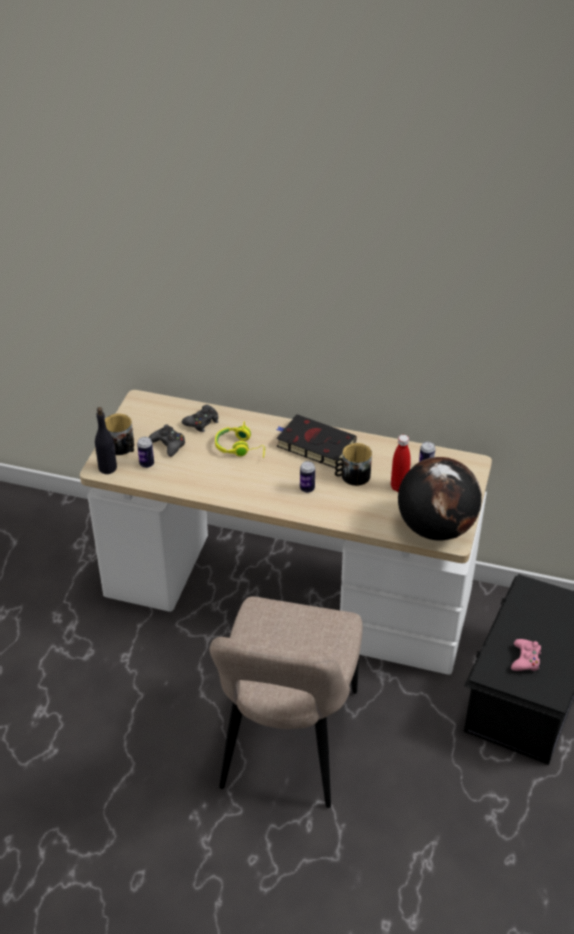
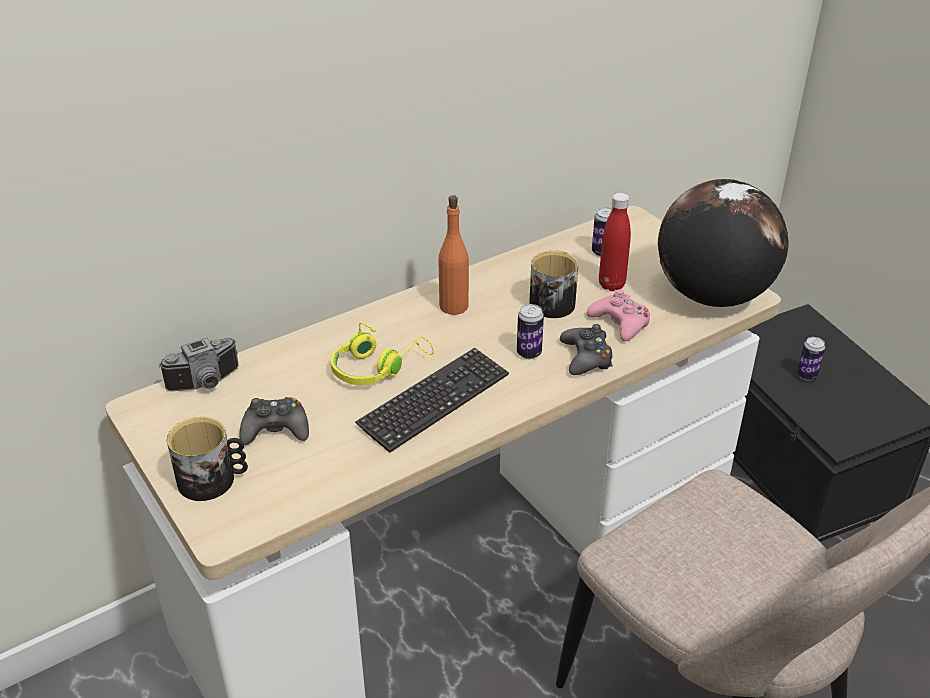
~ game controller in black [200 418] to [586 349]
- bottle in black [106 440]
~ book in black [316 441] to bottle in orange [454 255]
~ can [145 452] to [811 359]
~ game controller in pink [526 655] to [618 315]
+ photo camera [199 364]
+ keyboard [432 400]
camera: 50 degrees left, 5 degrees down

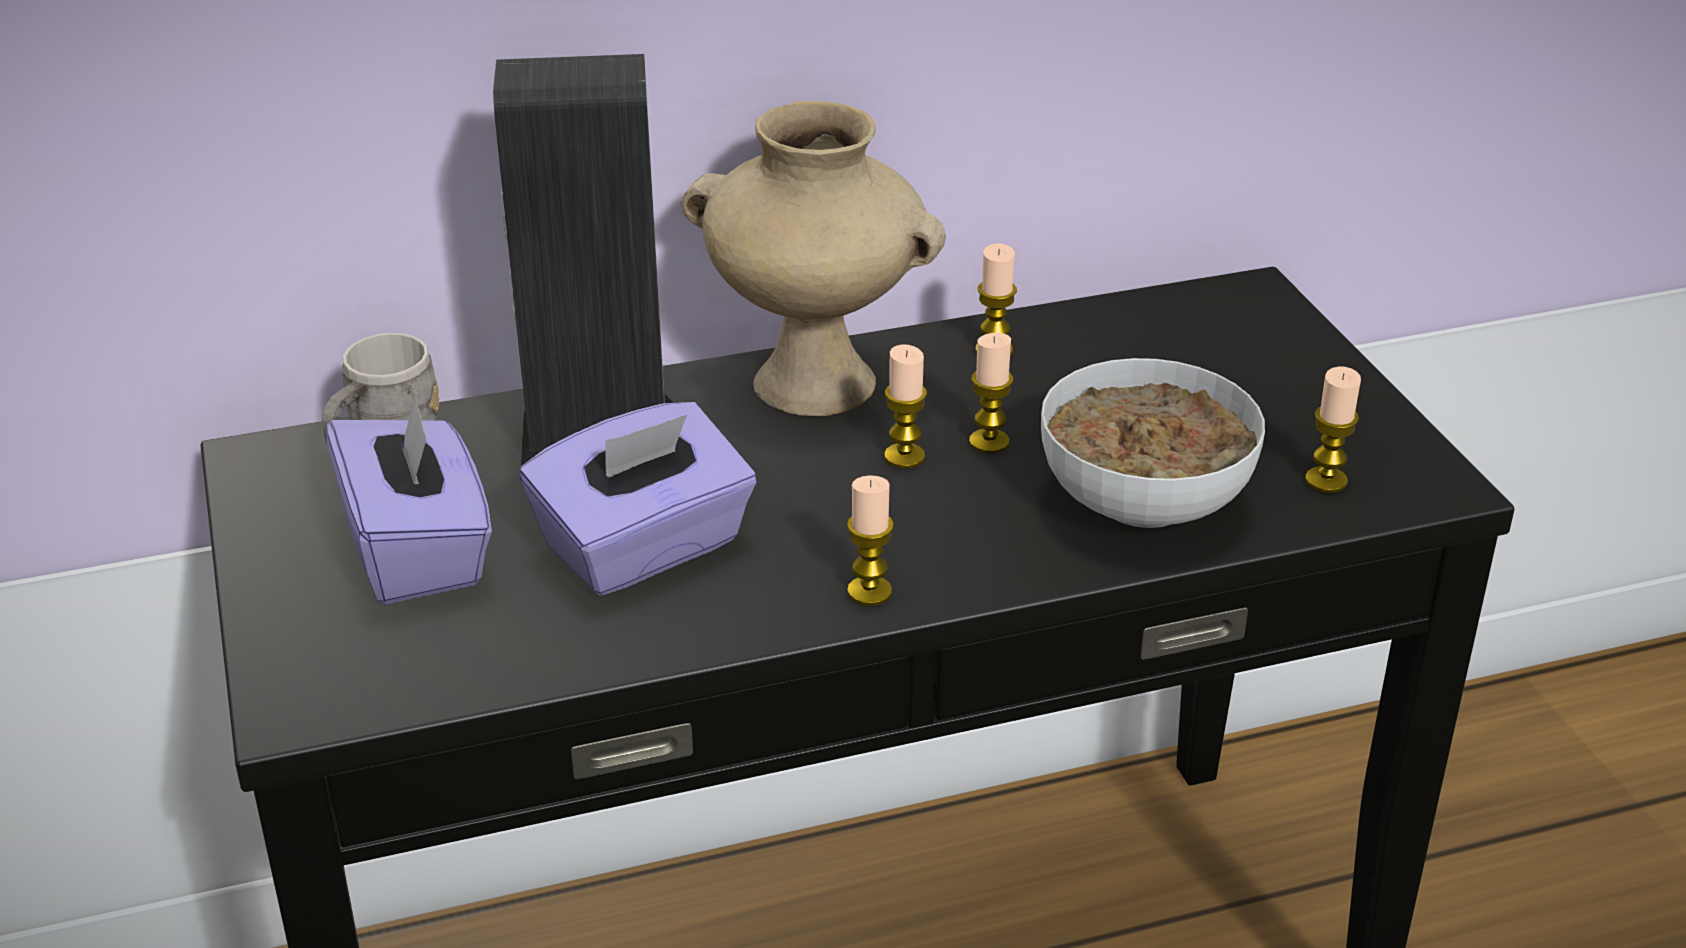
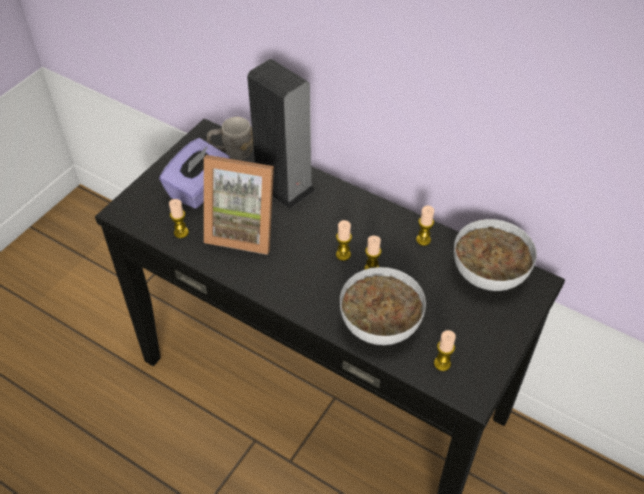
- vase in beige [813 258]
~ tissue box in purple [638 499] to picture frame [239 205]
~ candle [870 540] to [179 218]
+ bowl [495 255]
camera: 50 degrees right, 15 degrees up

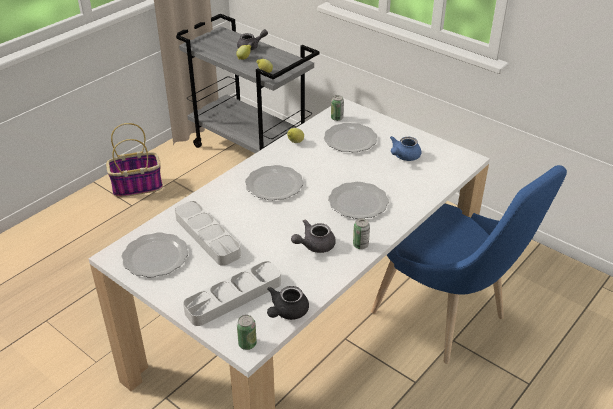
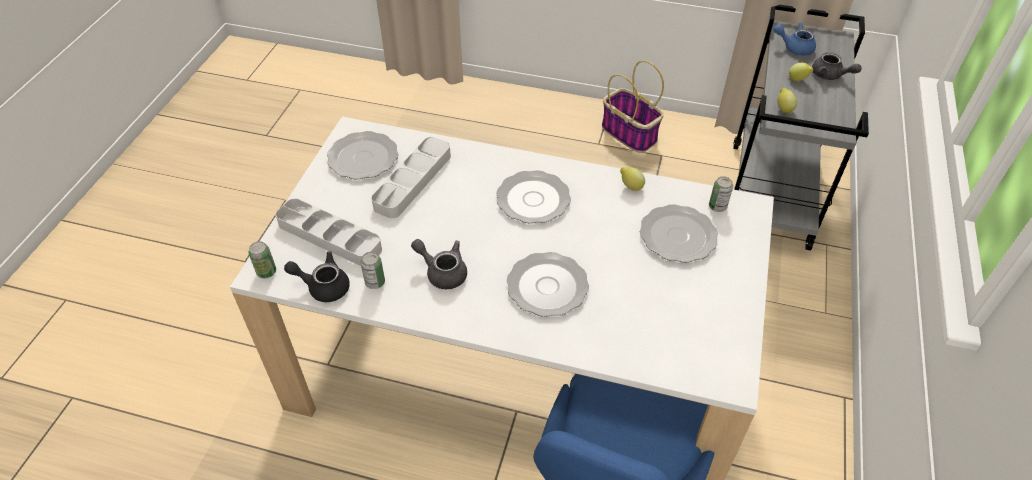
~ teapot in blue [405 148] to [794 39]
~ can [361 233] to [372 270]
camera: 65 degrees right, 10 degrees up

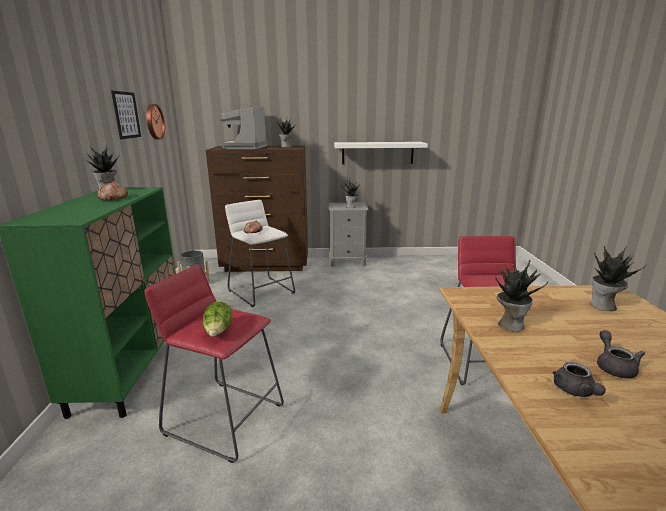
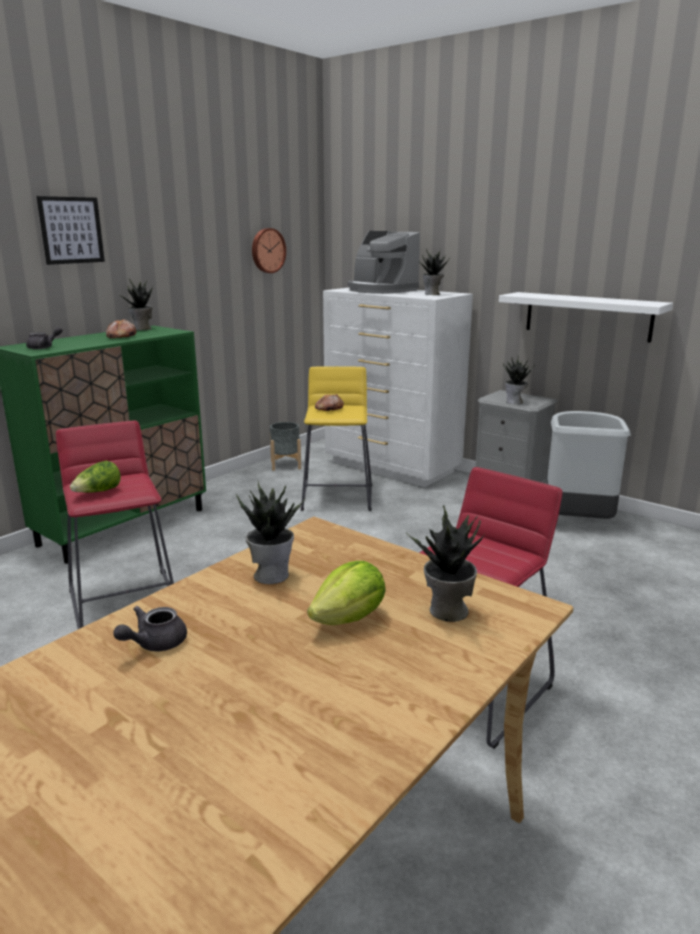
~ picture [126 115] to [70 230]
~ coffee machine [244 127] = [384 262] 90 degrees counterclockwise
~ dresser in brown [257 208] to dresser in white [398 387]
~ stool in white [260 253] to stool in yellow [336 438]
~ teapot in grey [621 354] to [44 338]
+ trash can in grey [589 465]
+ lettuce [346 593]
camera: 40 degrees right, 0 degrees up

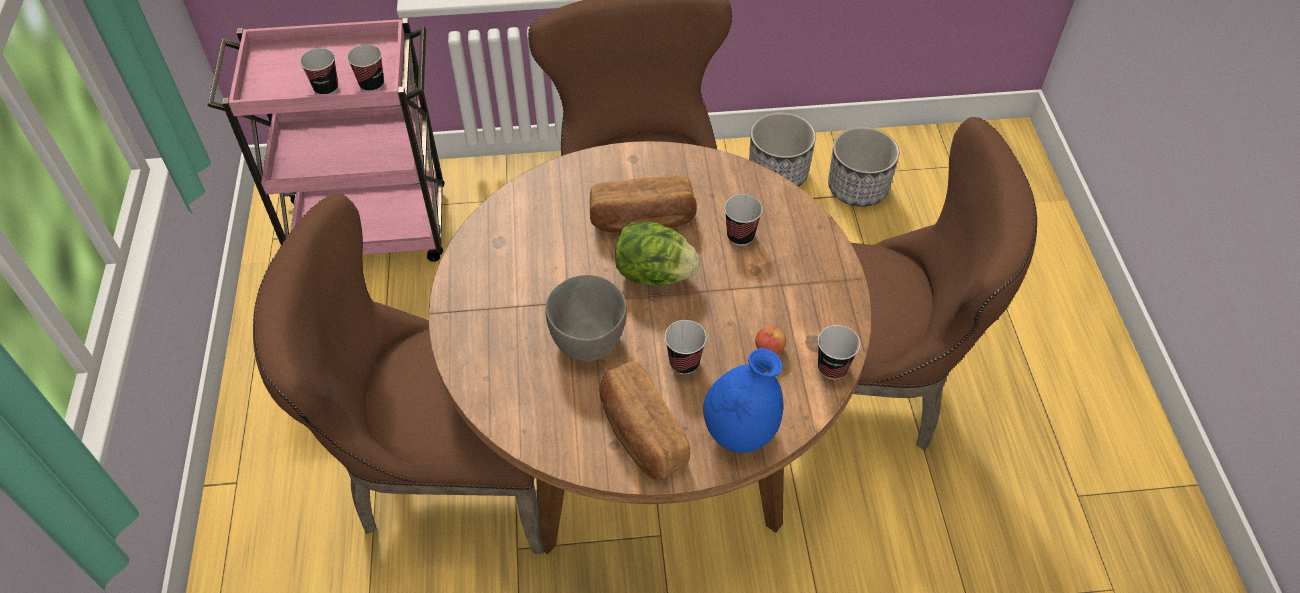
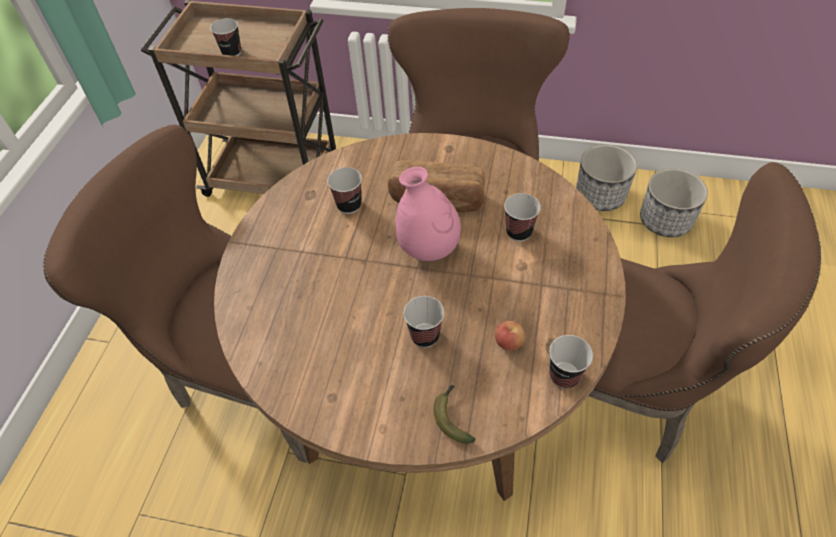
~ cart in pink [325 140] to cart in brown [238 98]
~ cup [365 67] to [344 190]
~ lettuce [657 254] to vase in pink [428 214]
- bowl in grey [586 318]
~ vase in blue [743 400] to banana [454 414]
- bread [645 420]
camera: 20 degrees right, 0 degrees up

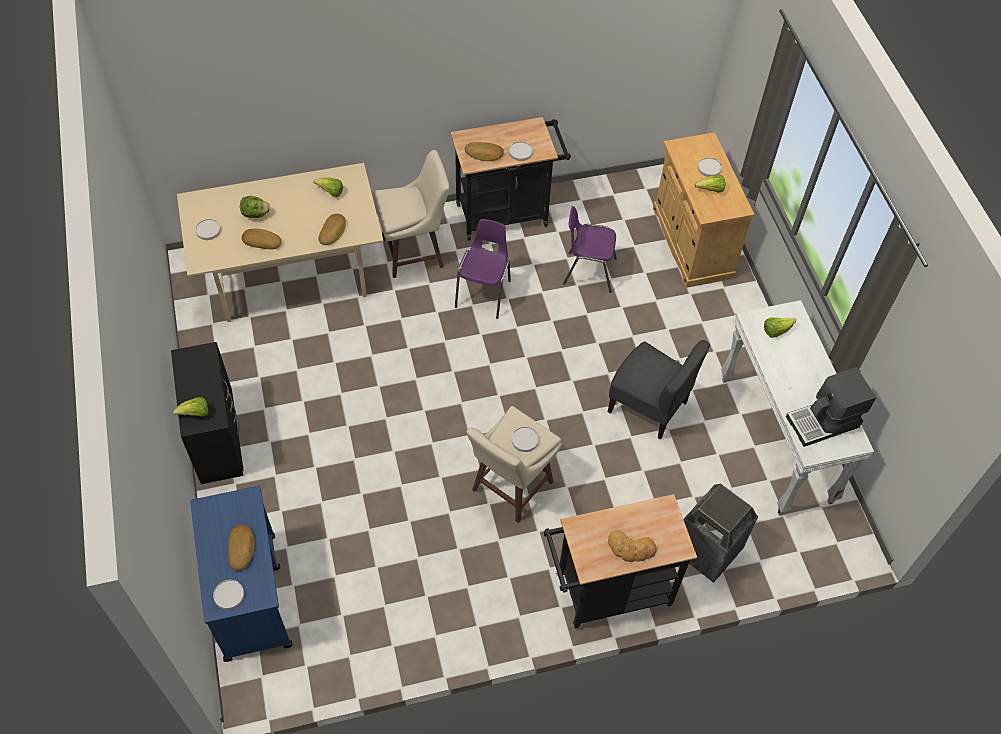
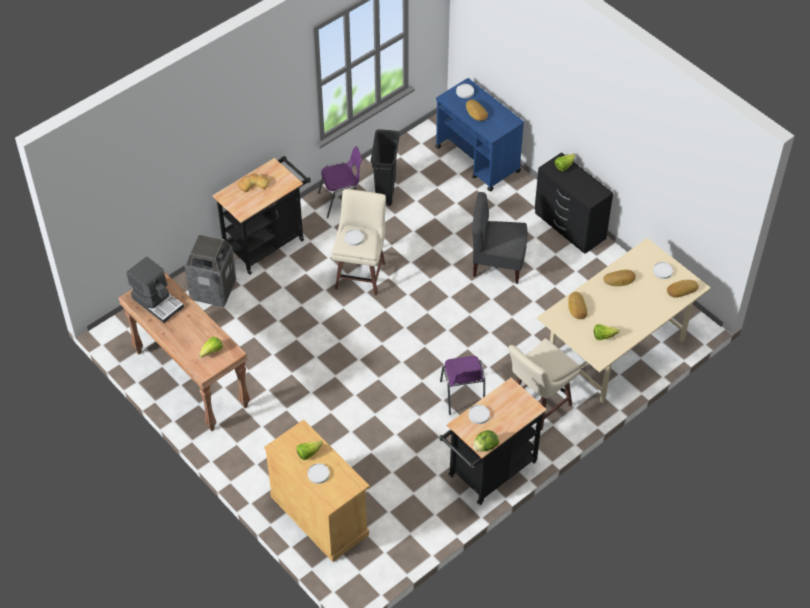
~ bread [484 151] to [683 289]
~ lettuce [255 207] to [486 441]
~ chair in purple [590 249] to [340 182]
~ console table in white [797 408] to console table in brown [184 351]
~ chair in grey [659 389] to [500 238]
~ coffee machine [831 407] = [155 290] 90 degrees clockwise
+ trash can in black [385 168]
camera: 155 degrees right, 5 degrees down

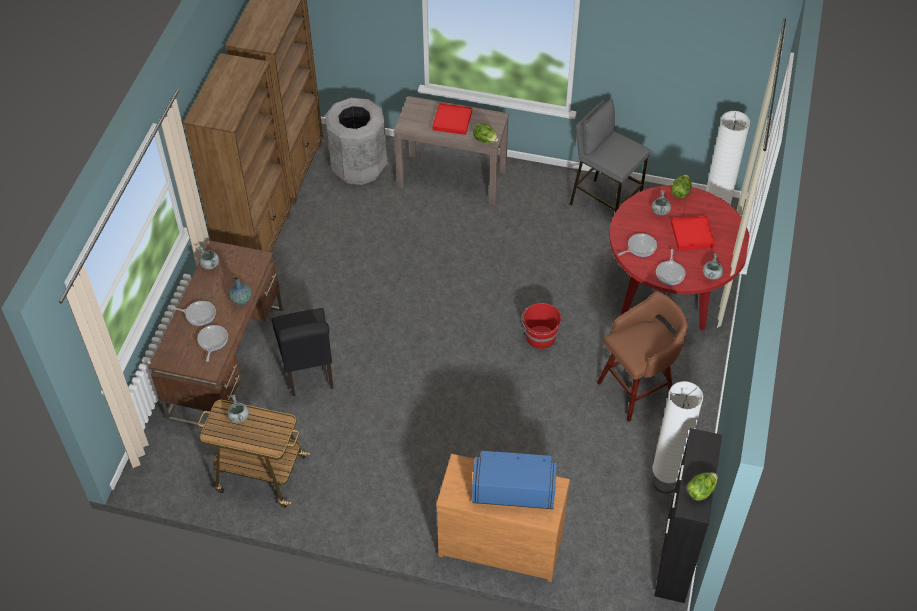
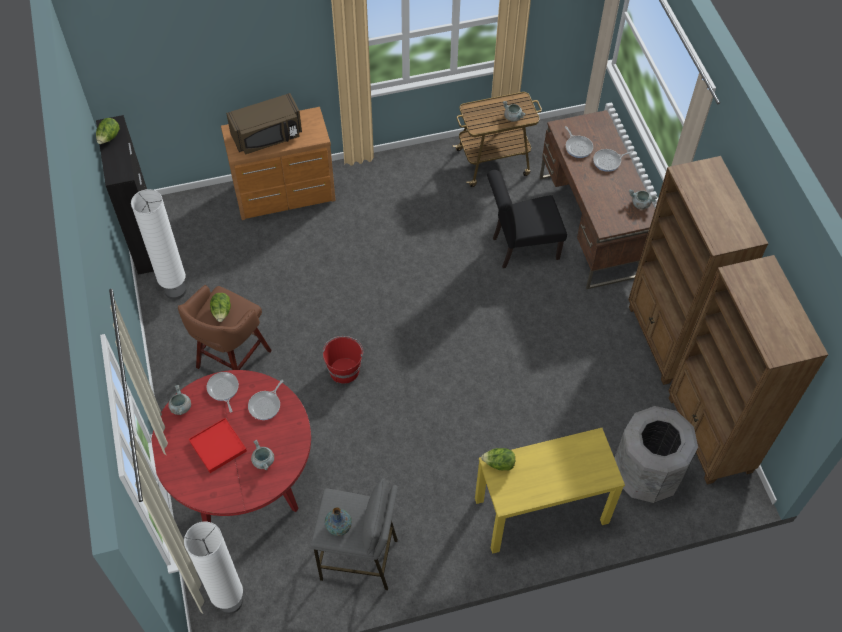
~ console table in brown [451 150] to console table in yellow [550 491]
- tray in red [452 119]
~ lettuce [681 187] to [220 307]
~ vase [240 289] to [338 521]
~ chair in black [303 352] = [527 219] 60 degrees counterclockwise
~ microwave in blue [514 479] to microwave in brown [264 124]
camera: 150 degrees right, 5 degrees up

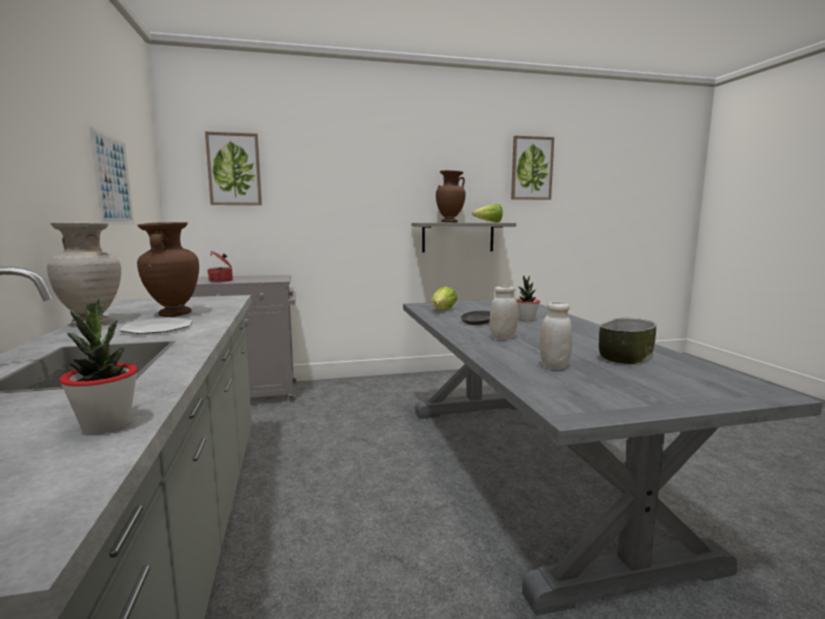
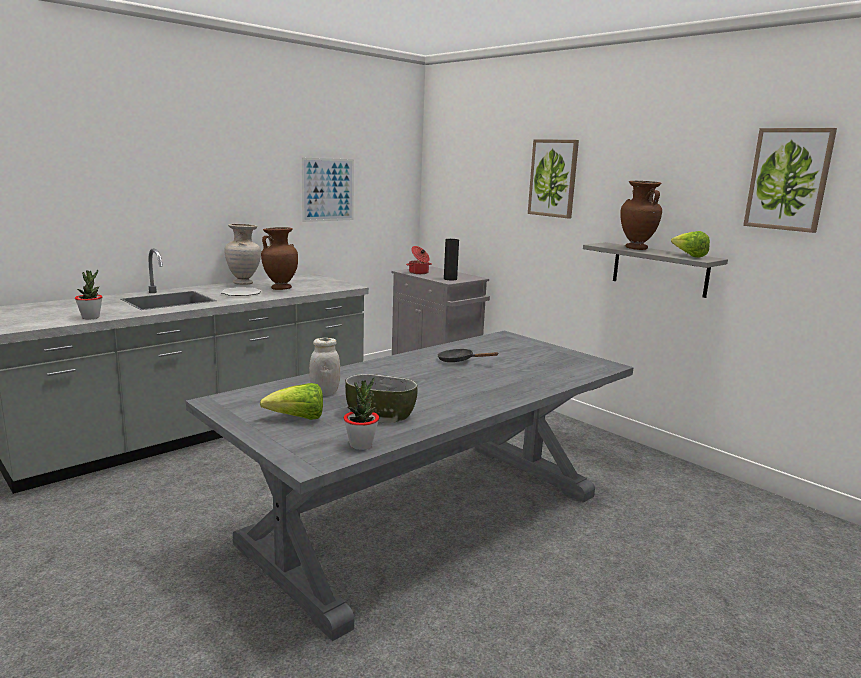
~ picture [233 168] to [553 179]
~ potted plant [528 298] to [361 413]
~ lettuce [444 297] to [291 401]
- jar in white [504 312]
+ vase in black [451 260]
camera: 60 degrees right, 5 degrees up

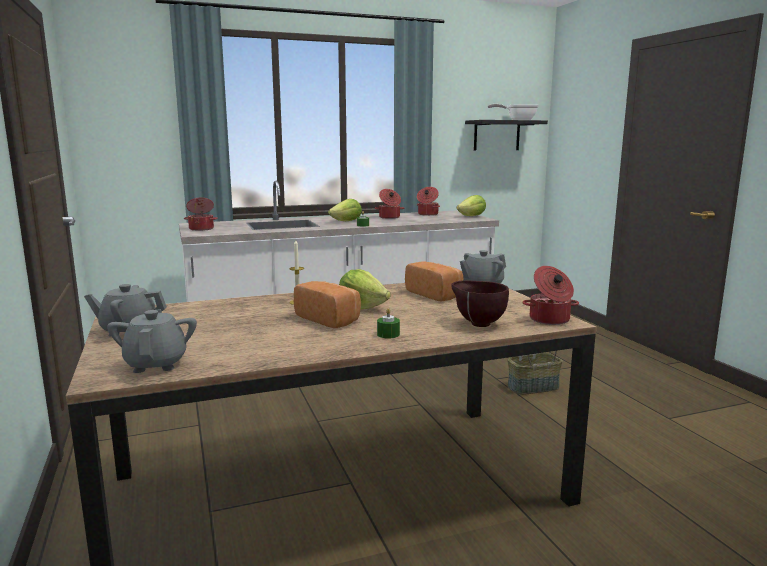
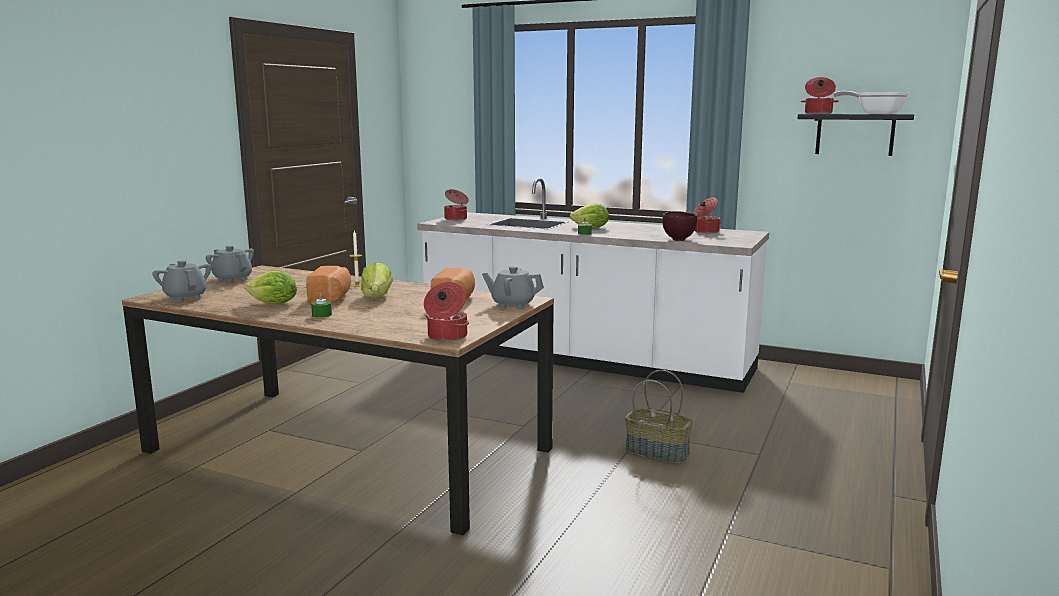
~ cooking pot [389 204] to [820 95]
~ lettuce [471 205] to [270 287]
~ bowl in brown [480 303] to [679 226]
~ teapot in grey [152 341] = [181 281] 75 degrees counterclockwise
camera: 45 degrees right, 0 degrees up

